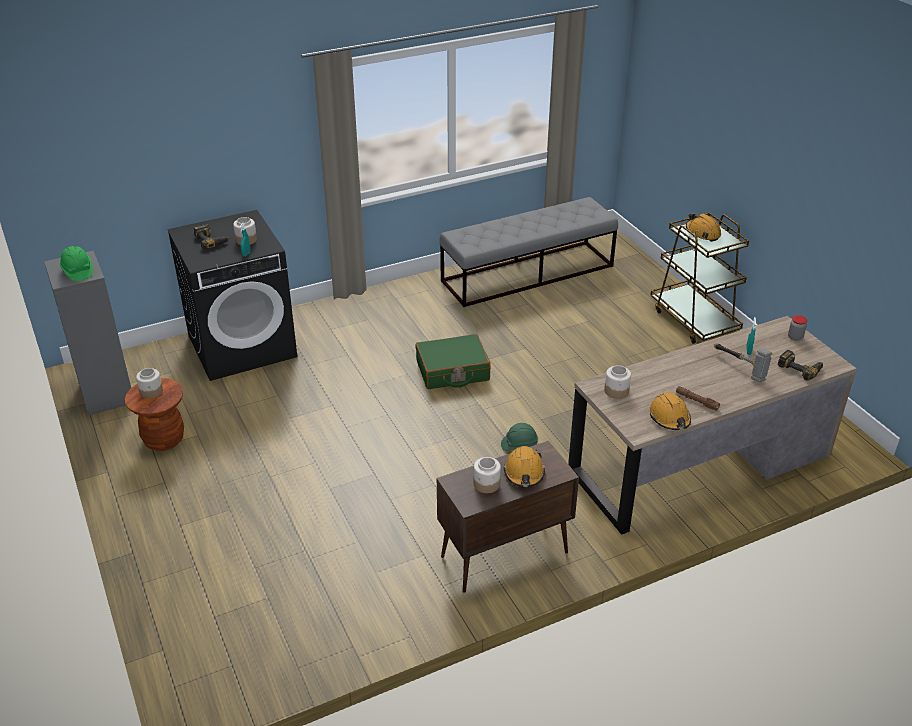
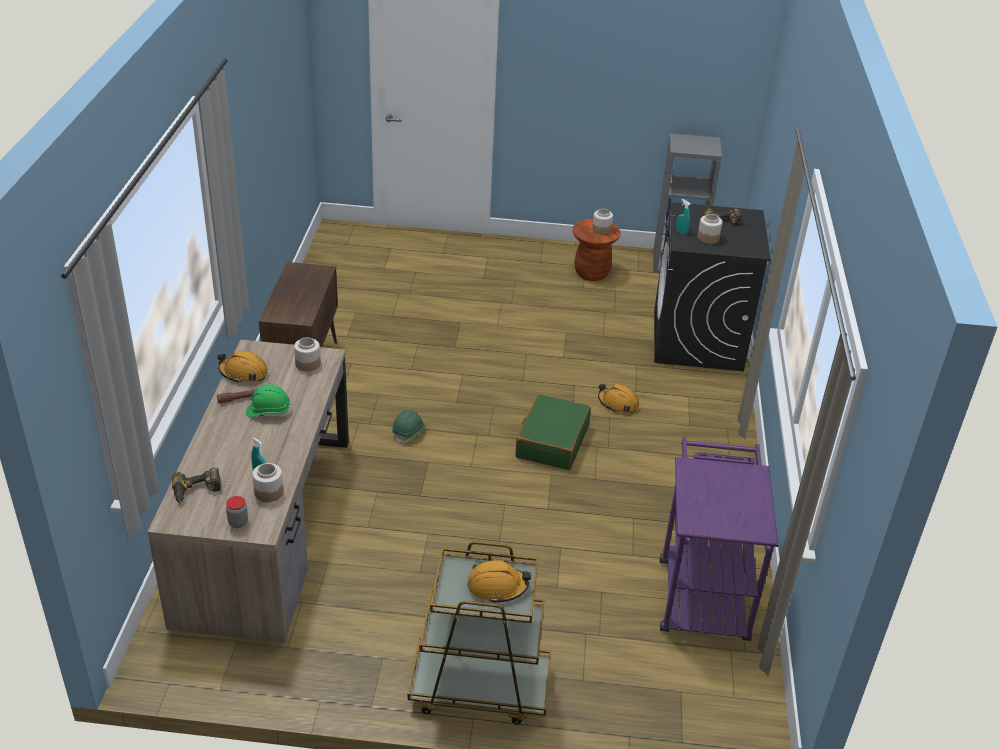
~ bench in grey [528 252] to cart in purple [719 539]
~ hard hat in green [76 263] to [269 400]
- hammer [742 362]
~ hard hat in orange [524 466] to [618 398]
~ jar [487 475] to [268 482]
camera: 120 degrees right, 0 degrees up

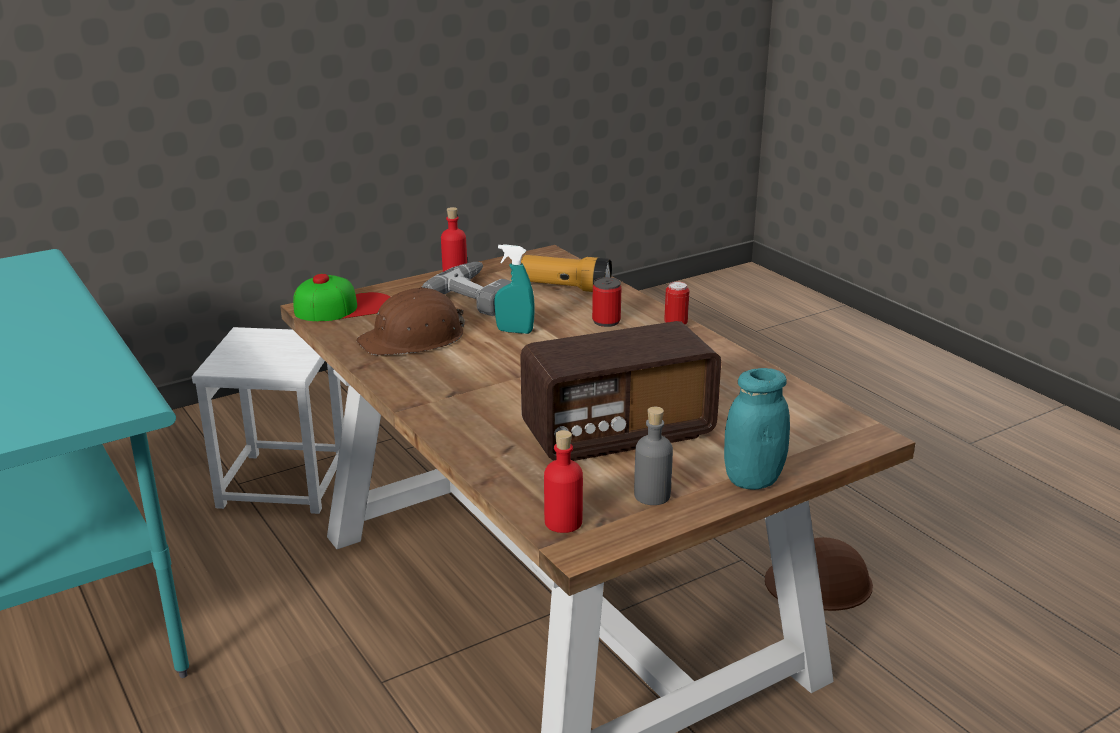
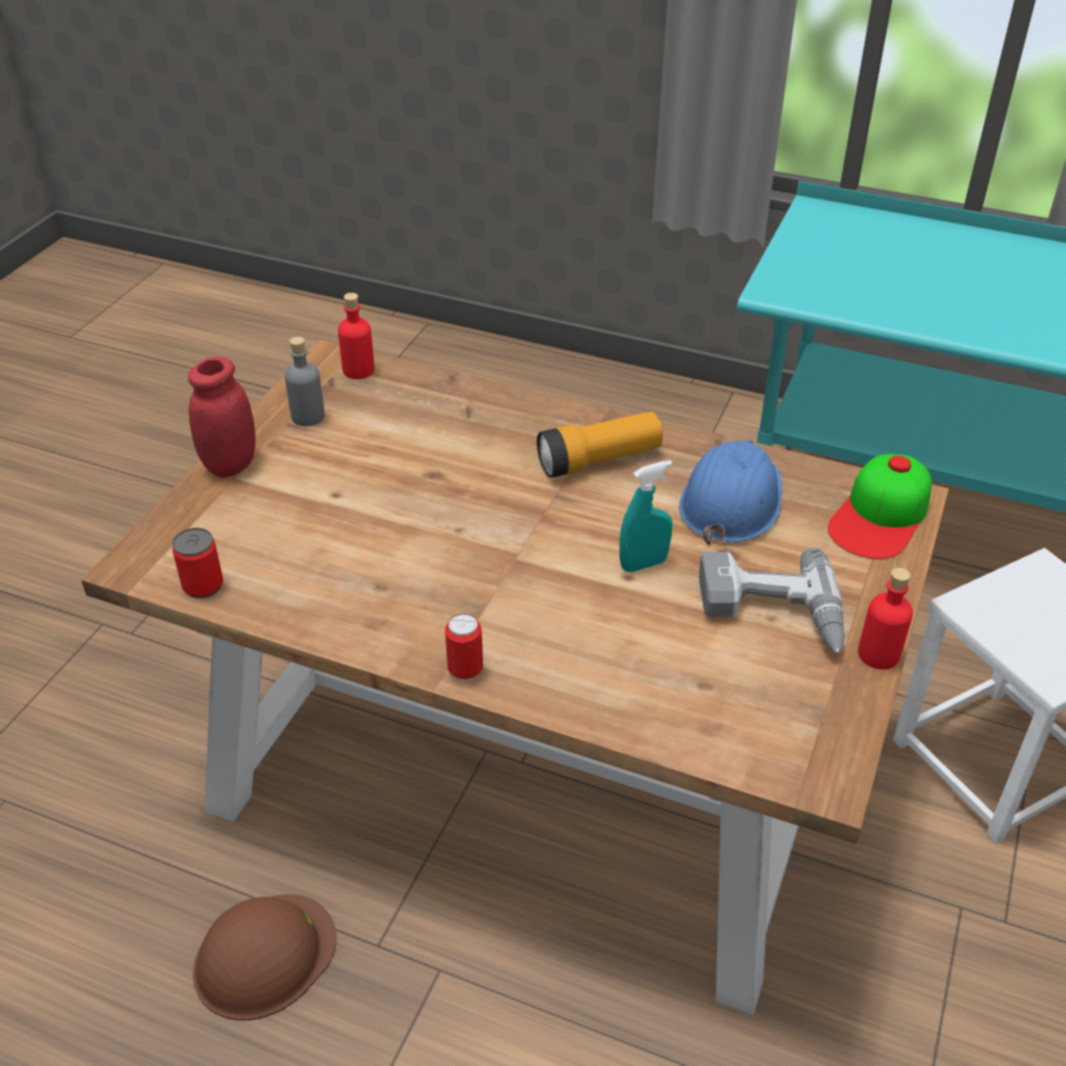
~ flashlight [566 273] to [600 444]
~ can [607 302] to [197 563]
~ hard hat in brown [411 321] to hard hat in blue [730 492]
- radio [620 391]
~ jar in turquoise [757 429] to jar in red [222 417]
camera: 145 degrees right, 15 degrees up

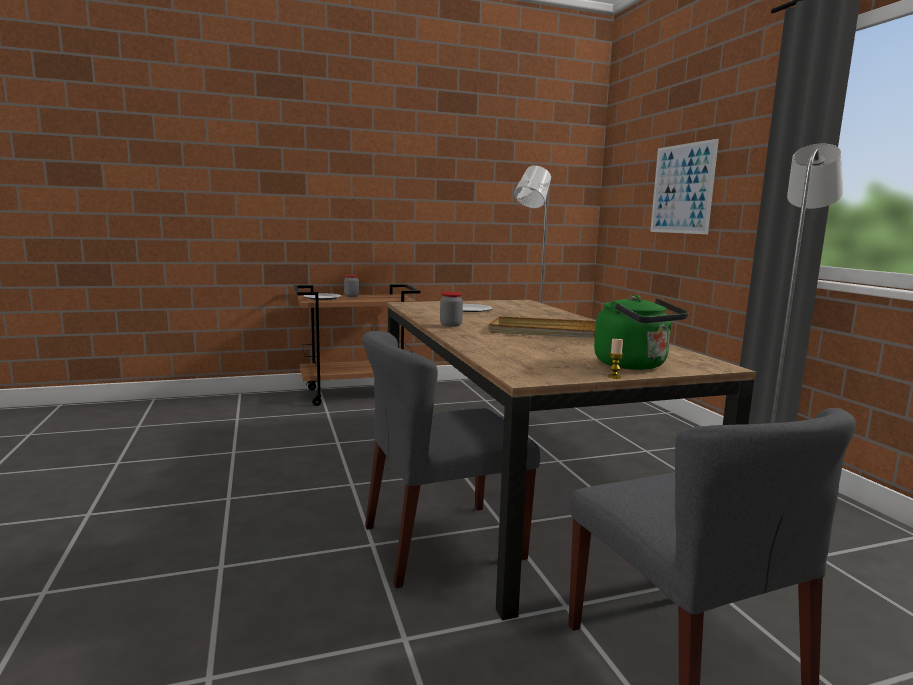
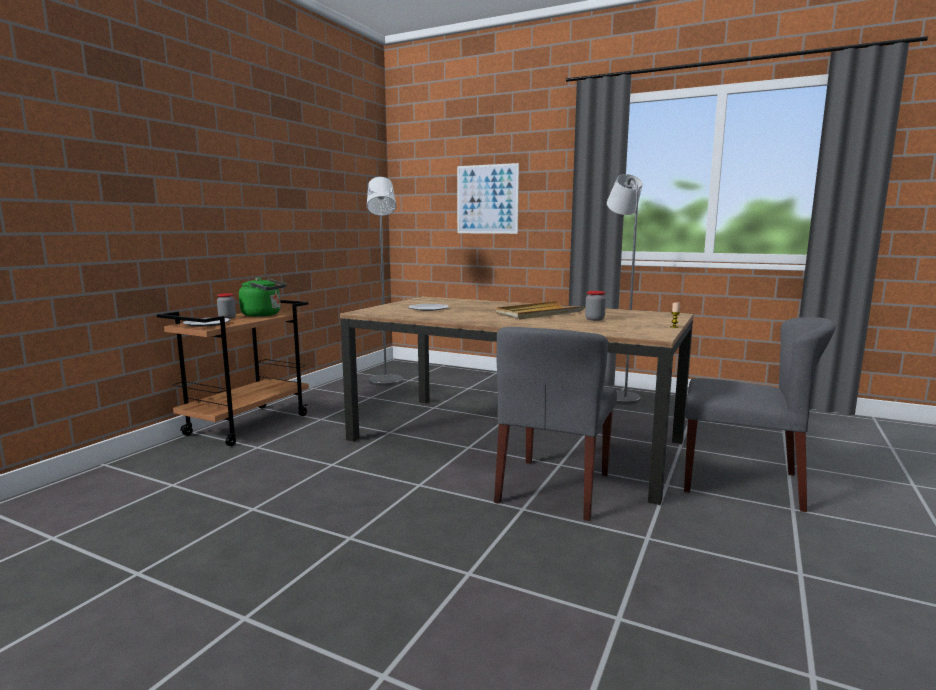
~ jar [451 309] to [595 306]
~ kettle in green [641 332] to [263 297]
camera: 45 degrees left, 0 degrees up

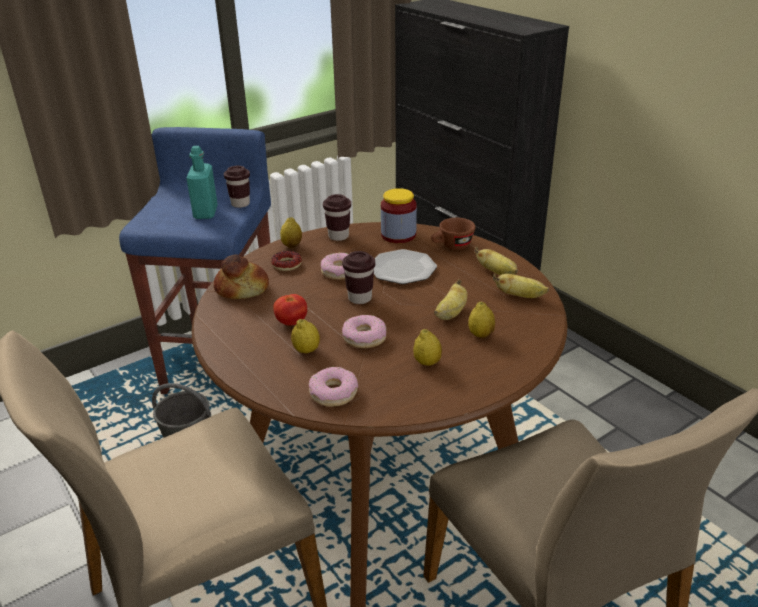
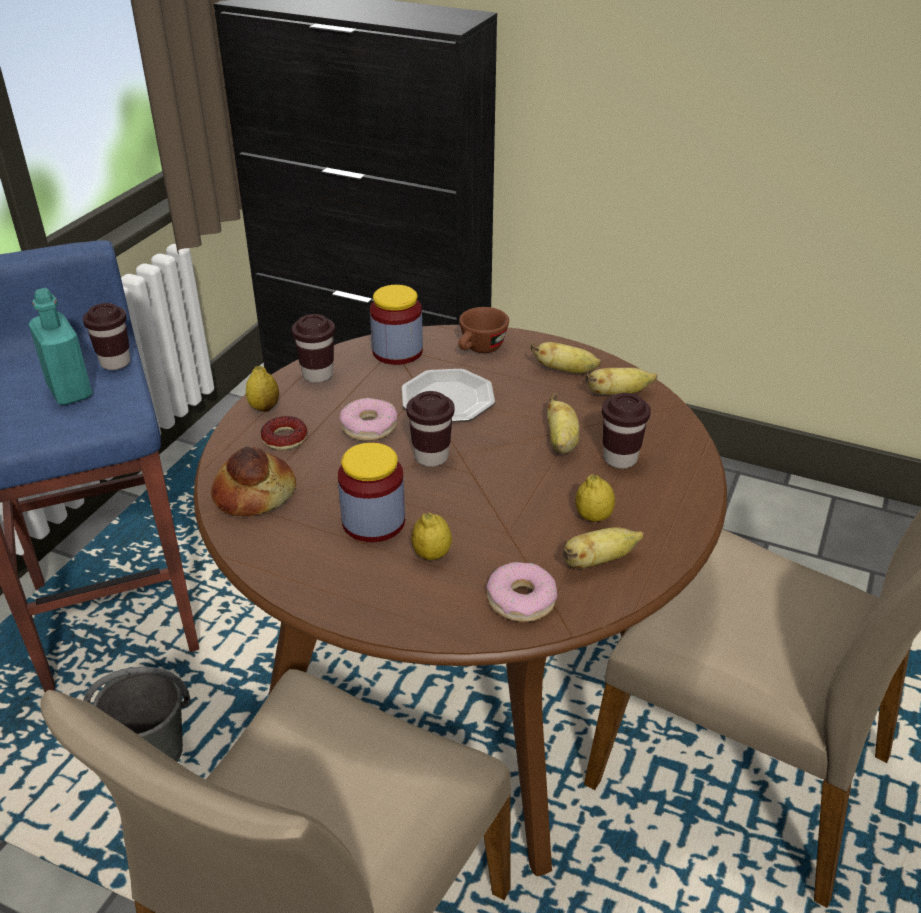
~ tomato [290 310] to jar [371 492]
~ lemon [481 320] to cup in brown [626 431]
- donut [364 331]
+ banana [603 547]
camera: 30 degrees left, 5 degrees up

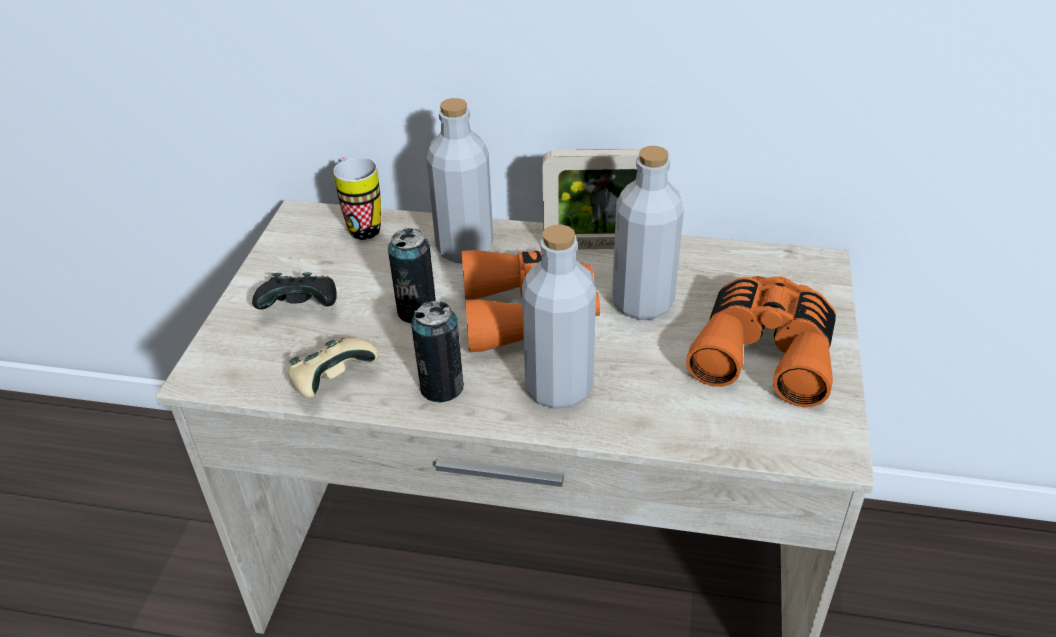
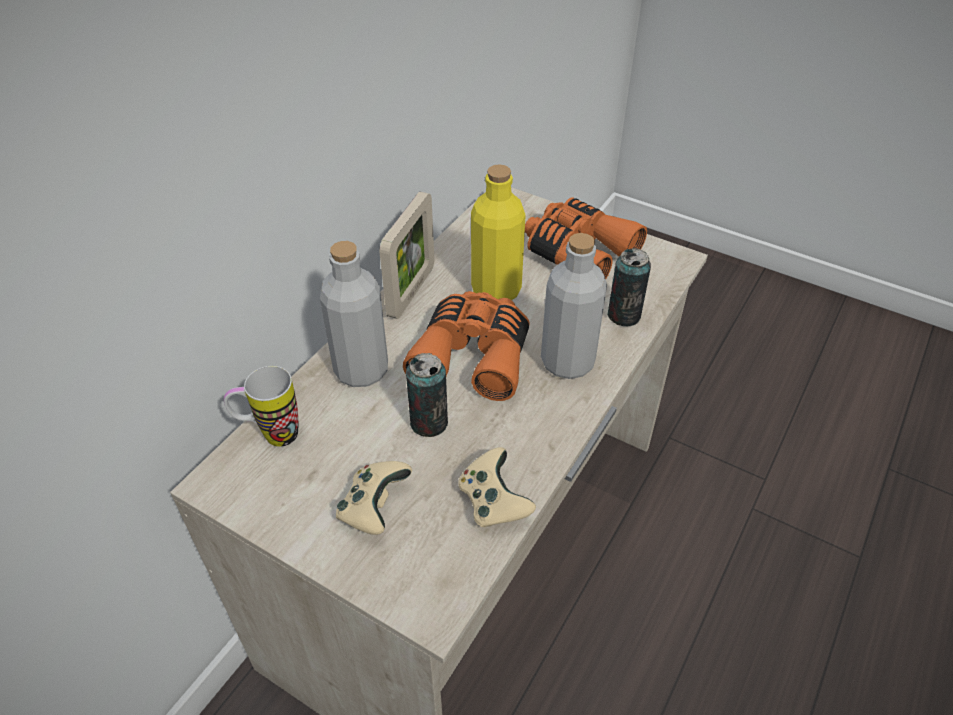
~ bottle in grey [648 233] to bottle in yellow [498 232]
~ game controller in black [294 291] to game controller in beige [374 498]
~ can [437 352] to [629 287]
camera: 70 degrees left, 5 degrees up

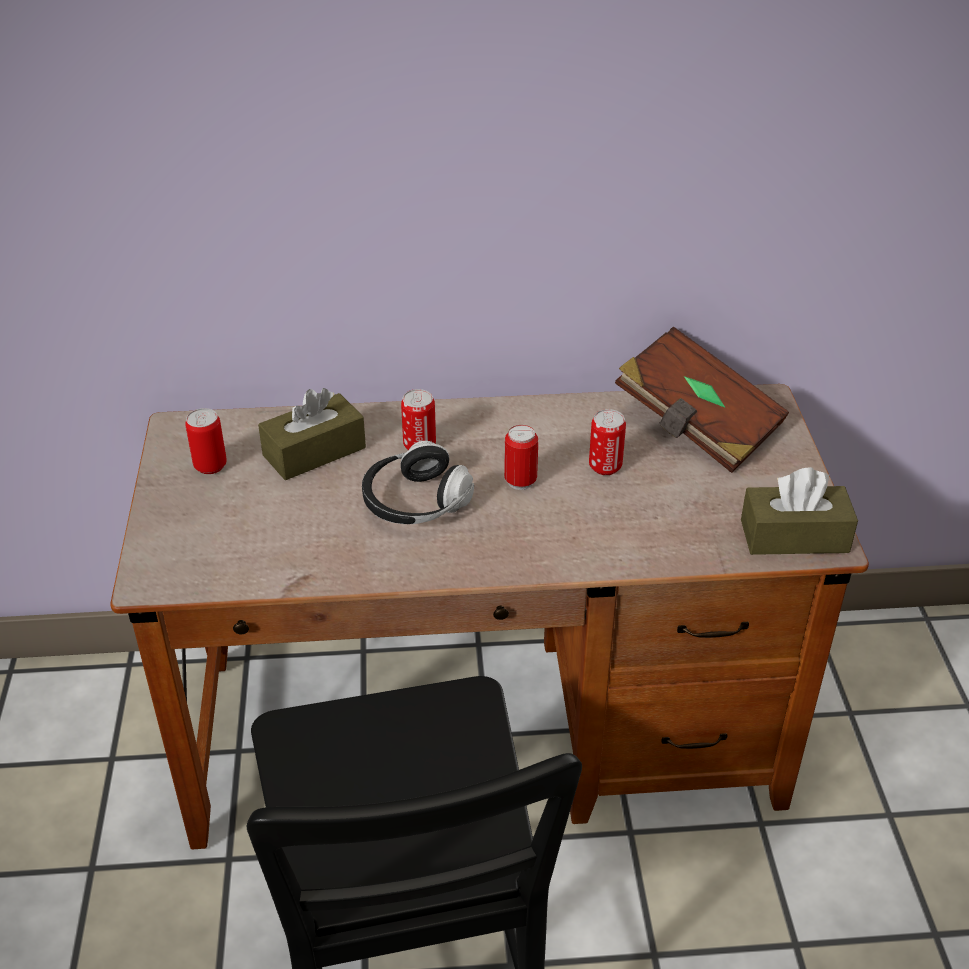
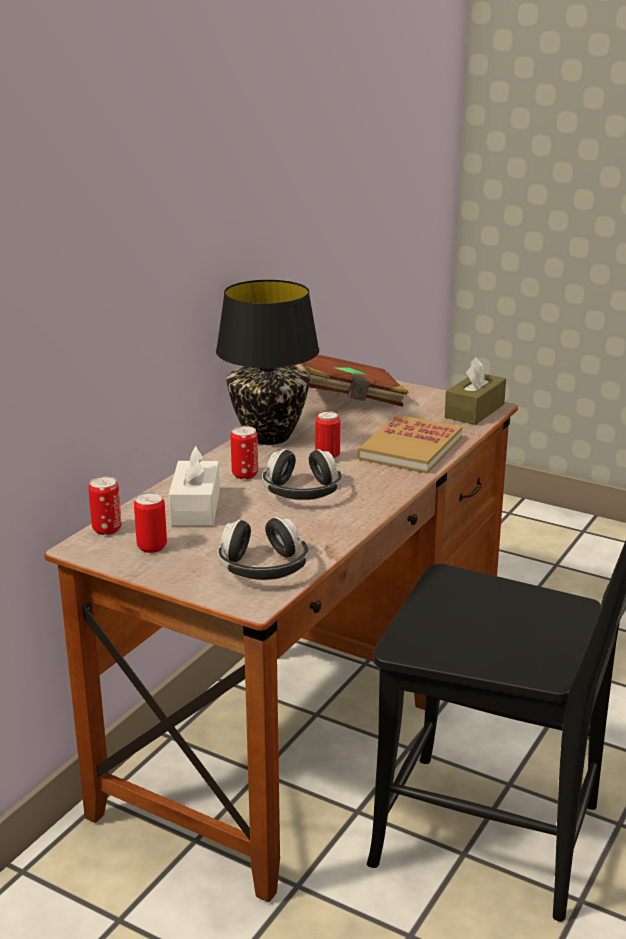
~ tissue box in brown [312 434] to tissue box in white [194 486]
~ can [607 442] to [104 505]
+ table lamp in black [267 362]
+ book [409 444]
+ headphones [263 548]
camera: 55 degrees left, 15 degrees down

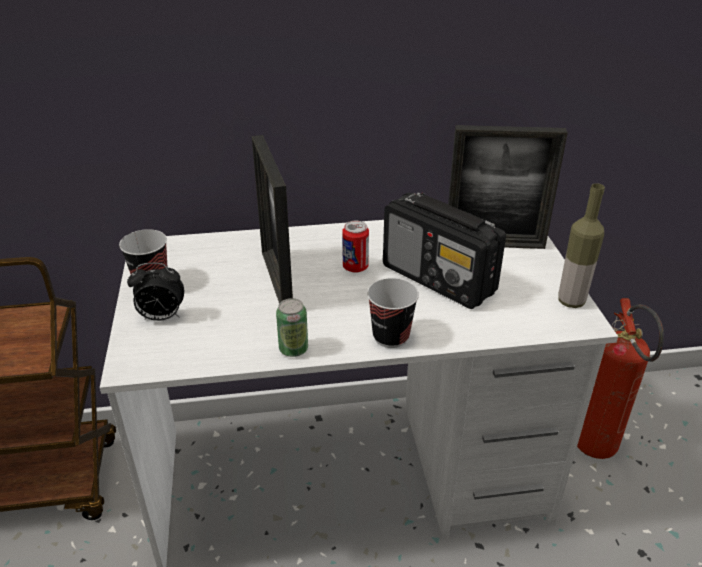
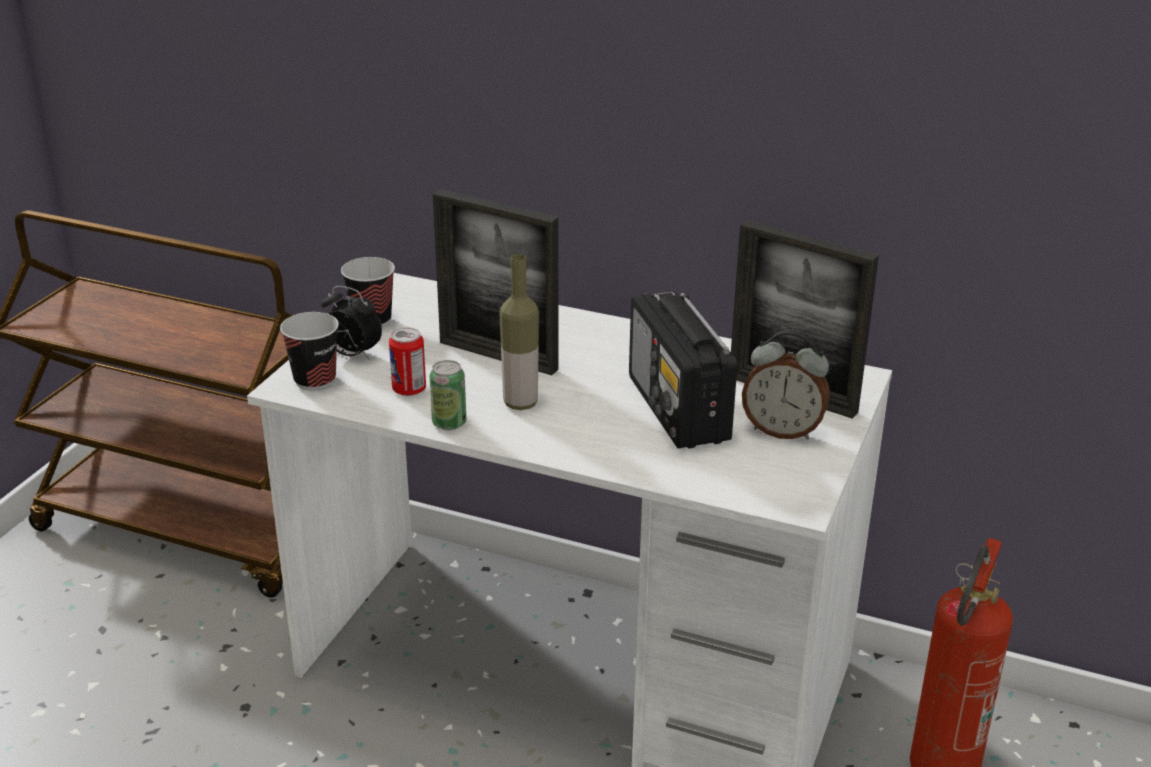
~ picture frame [272 219] = [496 282] 75 degrees counterclockwise
~ bottle [581 245] to [519 332]
~ can [355 247] to [407 361]
~ cup [393 313] to [309 351]
+ alarm clock [786 385]
camera: 30 degrees right, 5 degrees down

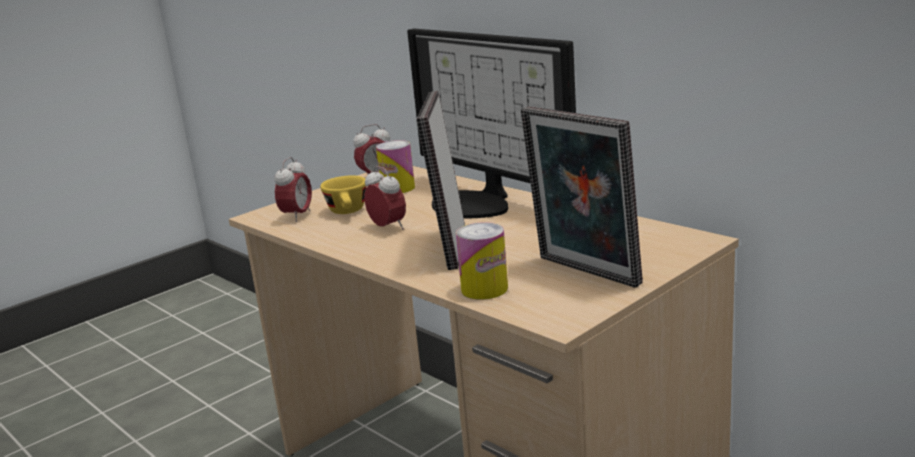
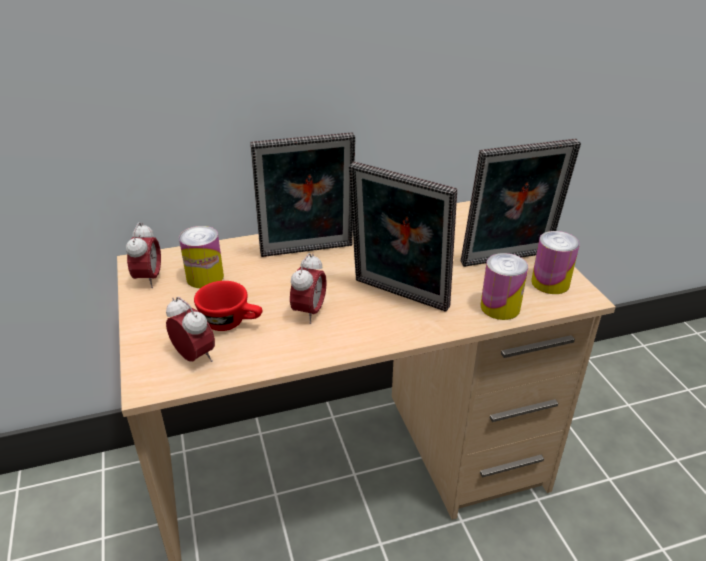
~ monitor [491 123] to picture frame [302 194]
~ alarm clock [385 198] = [308 288] 120 degrees clockwise
~ cup in yellow [343 195] to cup in red [228 306]
+ can [555 262]
camera: 65 degrees left, 15 degrees up

